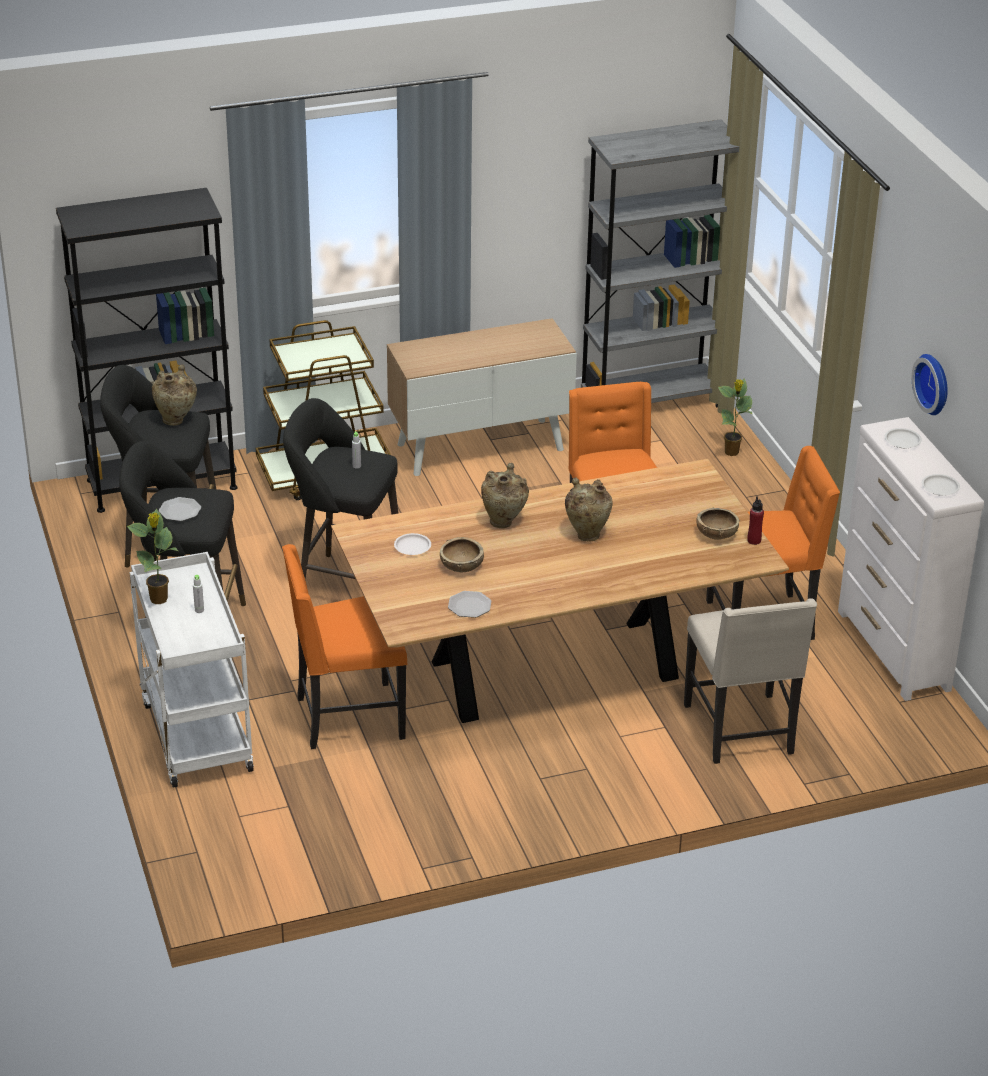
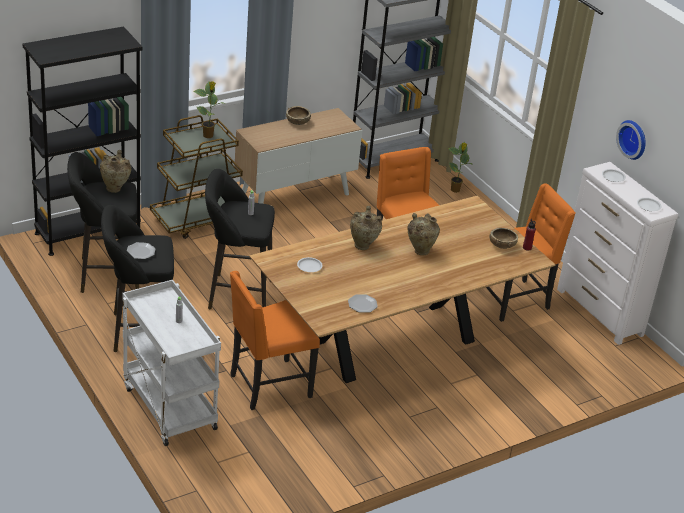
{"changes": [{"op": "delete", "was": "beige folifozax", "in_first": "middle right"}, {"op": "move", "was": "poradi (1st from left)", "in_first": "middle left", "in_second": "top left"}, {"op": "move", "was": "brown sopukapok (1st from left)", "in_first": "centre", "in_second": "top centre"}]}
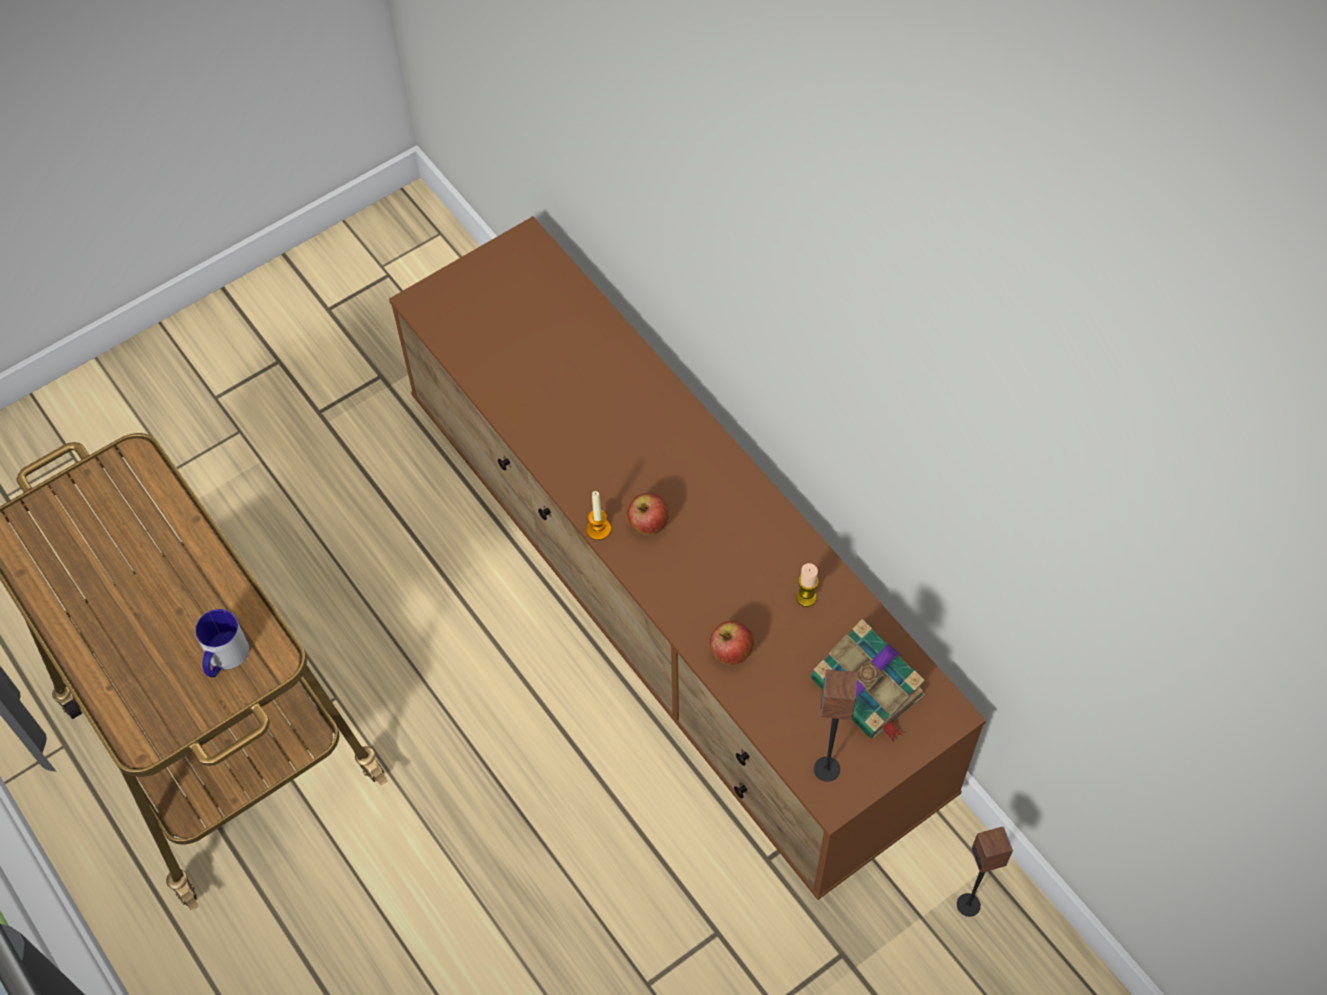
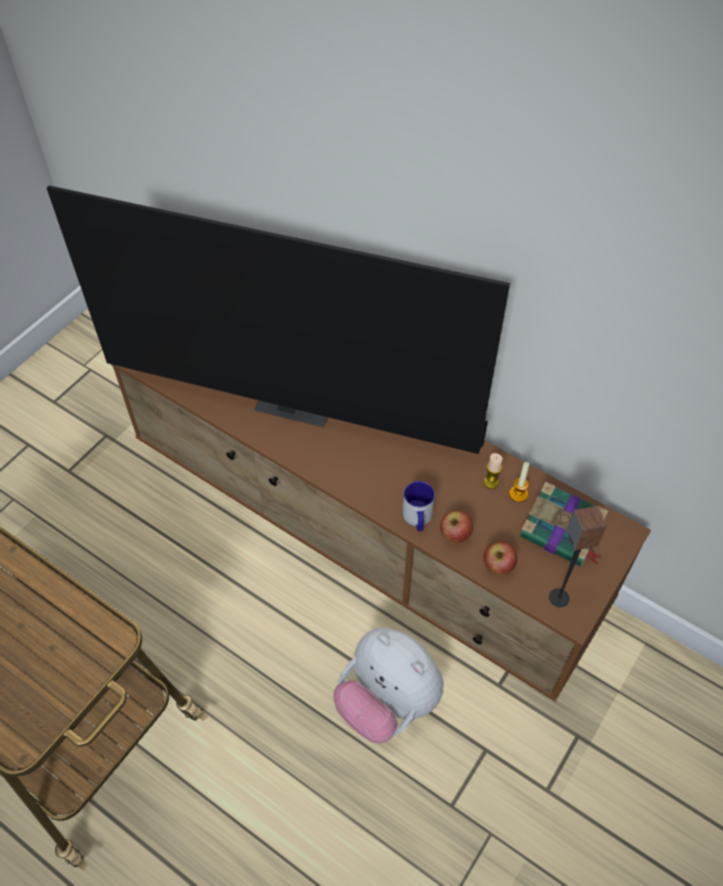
{"changes": [{"op": "delete", "was": "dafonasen (2nd from left)", "in_first": "bottom right"}, {"op": "insert", "now": "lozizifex", "in_second": "centre"}, {"op": "insert", "now": "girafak", "in_second": "bottom centre"}, {"op": "move", "was": "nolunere", "in_first": "middle left", "in_second": "centre"}, {"op": "move", "was": "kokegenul (1st from left in the first image)", "now": "kokegenul (2nd from left)", "in_first": "centre", "in_second": "middle right"}, {"op": "move", "was": "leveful (1st from left in the first image)", "now": "leveful (2nd from left)", "in_first": "centre", "in_second": "middle right"}]}
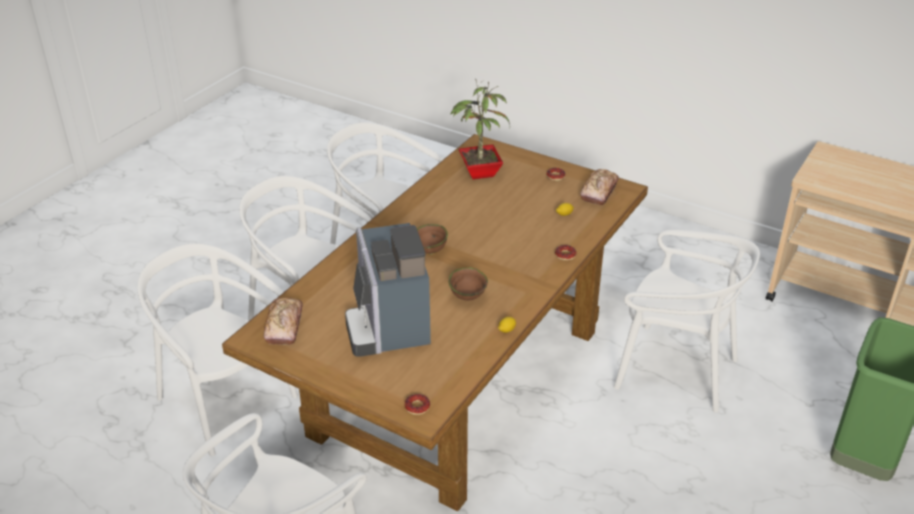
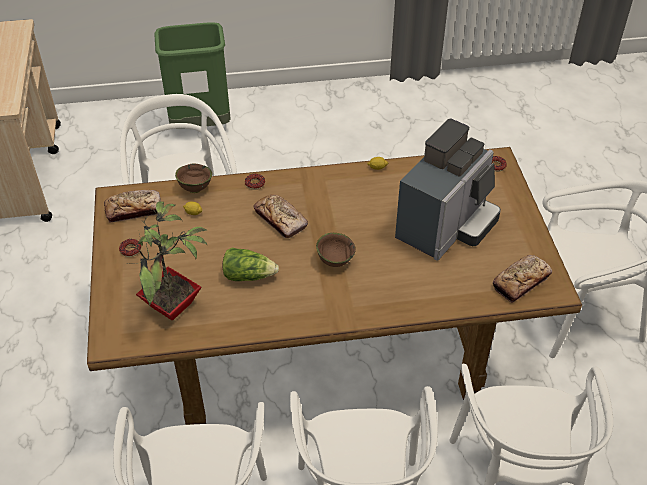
{"changes": [{"op": "insert", "now": "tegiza", "in_second": "centre"}, {"op": "insert", "now": "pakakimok (2nd from left)", "in_second": "centre"}, {"op": "move", "was": "brown sopukapok (2nd from left in the first image)", "now": "brown sopukapok (1st from left)", "in_first": "centre", "in_second": "middle left"}]}
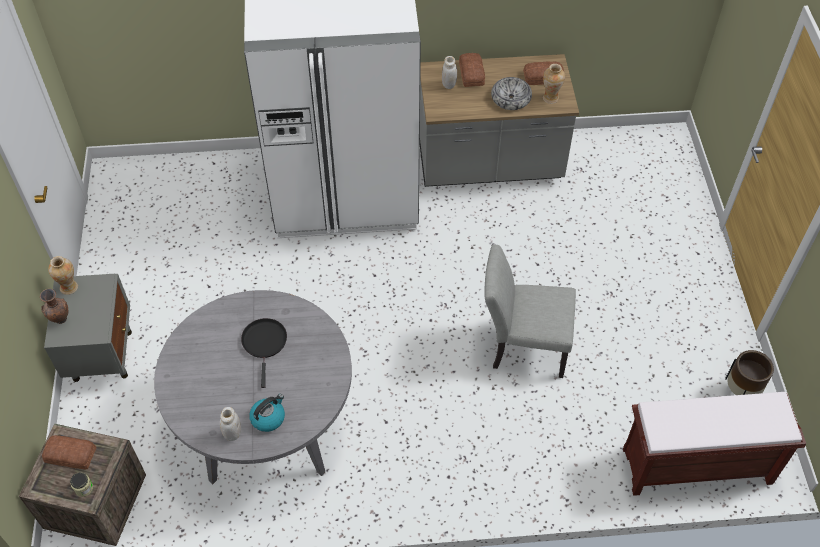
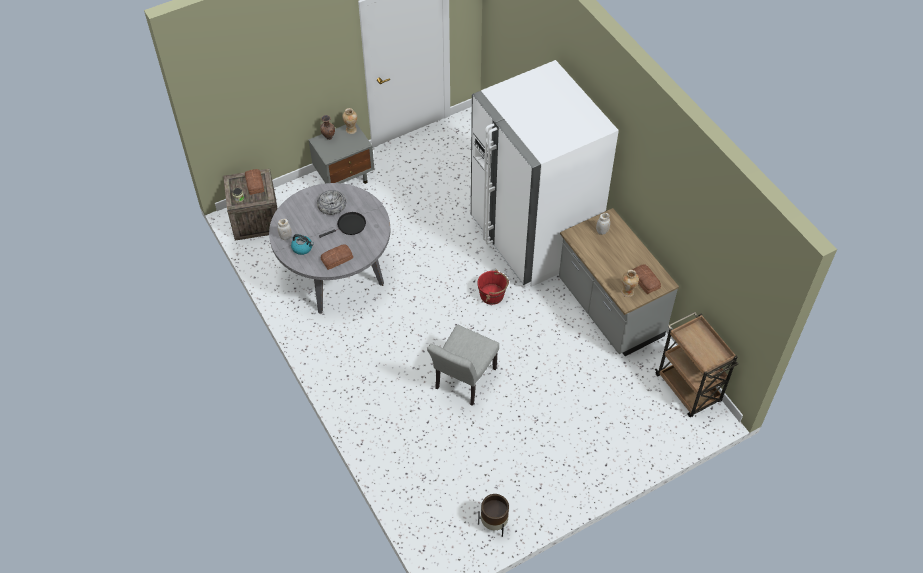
{"changes": [{"op": "delete", "was": "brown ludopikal", "in_first": "bottom right"}, {"op": "insert", "now": "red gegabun", "in_second": "centre"}, {"op": "insert", "now": "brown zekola", "in_second": "middle right"}, {"op": "move", "was": "pakakimok (2nd from left)", "in_first": "top centre", "in_second": "centre"}, {"op": "move", "was": "sopukapok", "in_first": "top centre", "in_second": "centre"}, {"op": "rotate", "was": "grey folifozax", "in_first": "centre", "in_second": "centre", "clockwise": -135}]}
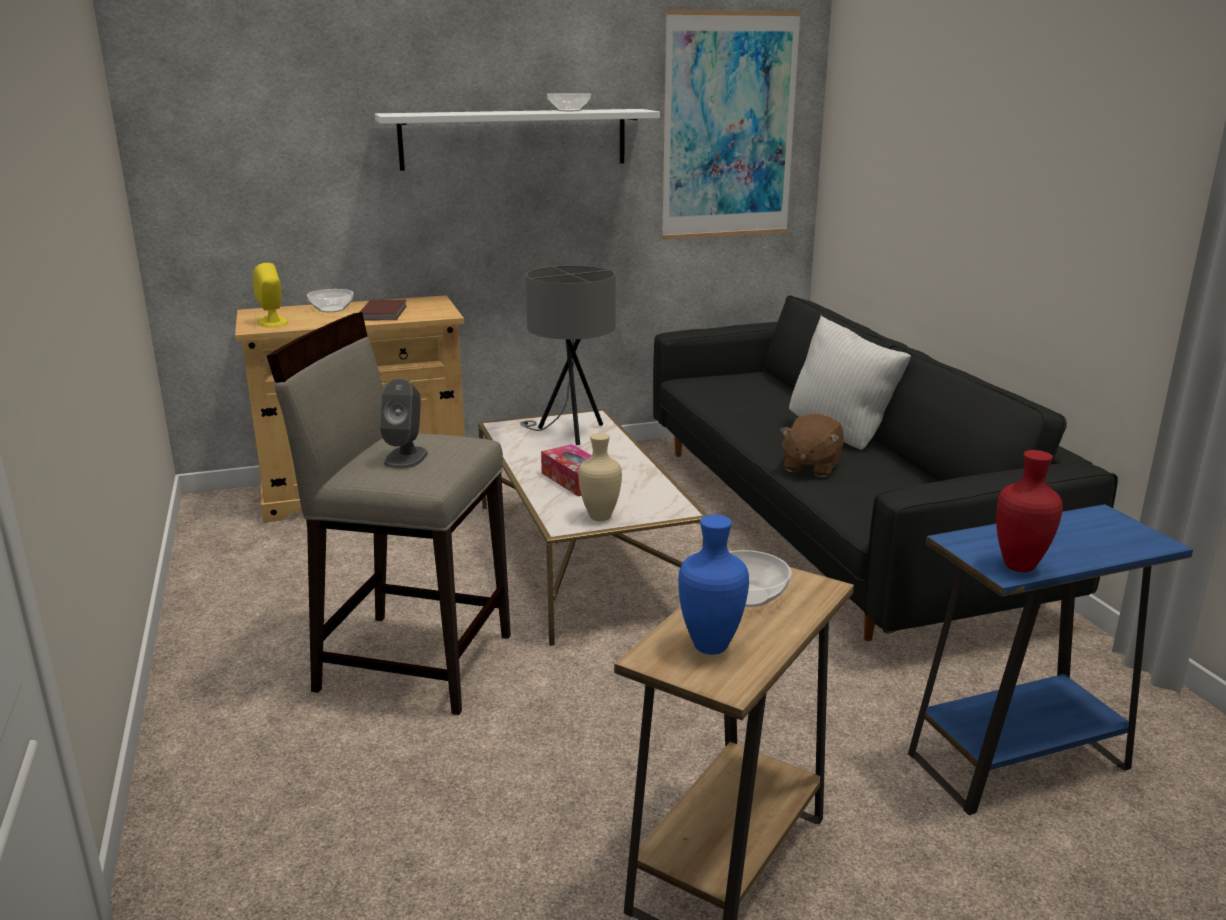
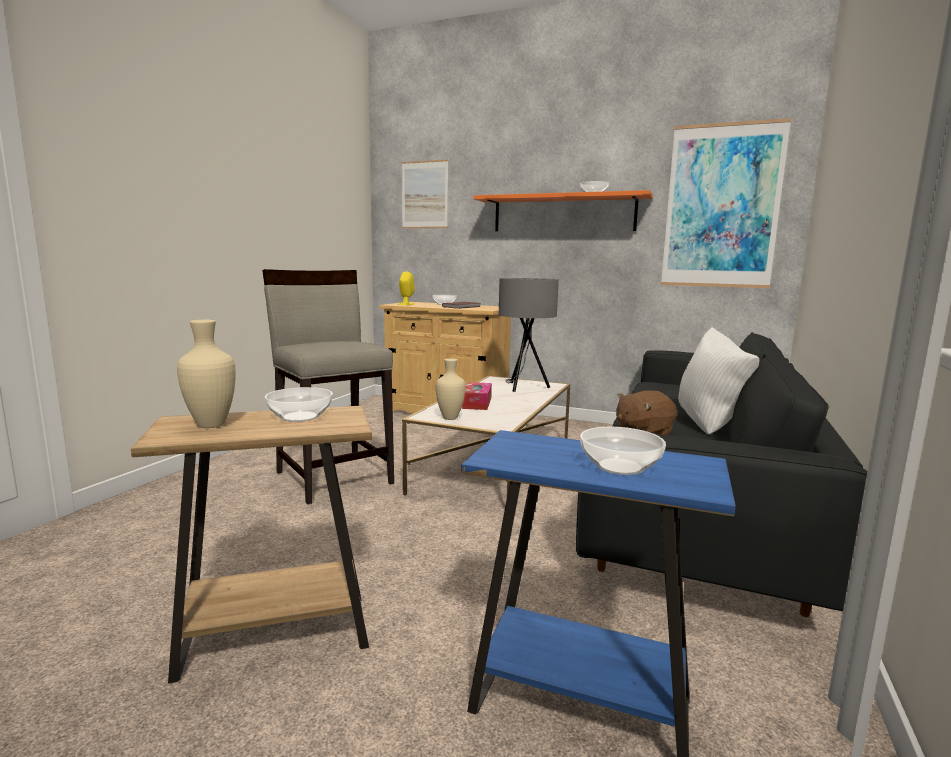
{"changes": [{"op": "delete", "was": "grey dafonasen", "in_first": "middle left"}, {"op": "delete", "was": "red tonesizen", "in_first": "middle right"}, {"op": "insert", "now": "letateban (1st from left)", "in_second": "top centre"}, {"op": "insert", "now": "sopukapok (4th from left)", "in_second": "centre"}, {"op": "recolor", "was": "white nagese", "now": "orange nagese", "in_first": "top centre", "in_second": "top centre"}, {"op": "recolor", "was": "blue tonesizen", "now": "beige tonesizen (1st from left)", "in_first": "centre", "in_second": "middle left"}]}
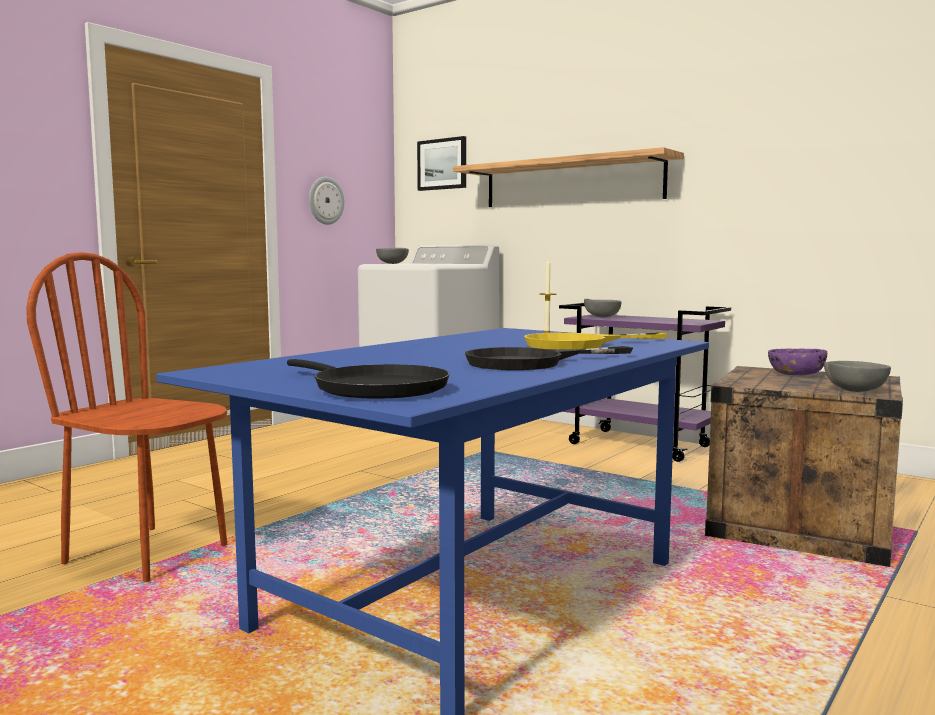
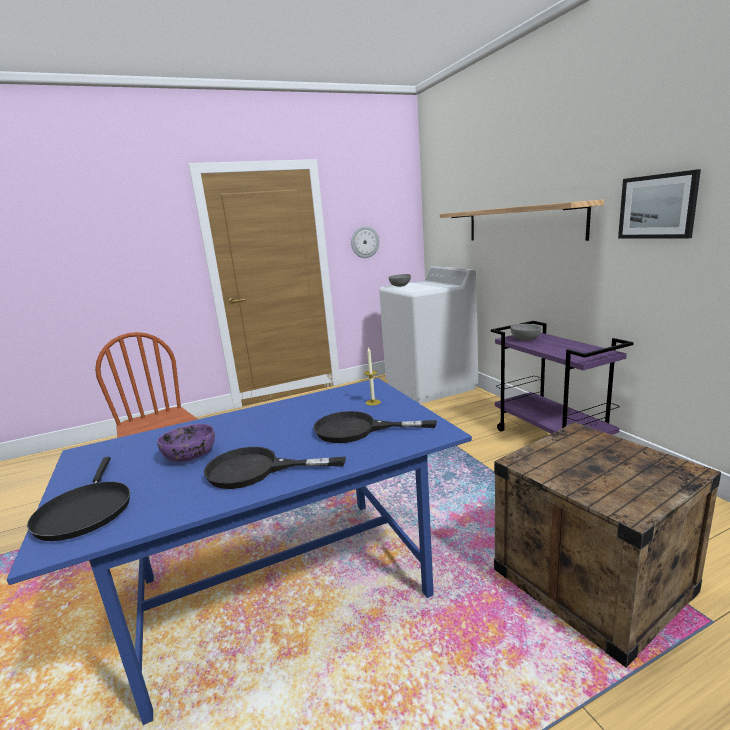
{"changes": [{"op": "delete", "was": "grey sopukapok (3rd from left)", "in_first": "middle right"}, {"op": "move", "was": "letateban", "in_first": "top centre", "in_second": "top right"}, {"op": "move", "was": "purple sopukapok", "in_first": "middle right", "in_second": "middle left"}, {"op": "recolor", "was": "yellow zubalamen", "now": "black zubalamen (3rd from left)", "in_first": "centre", "in_second": "centre"}]}
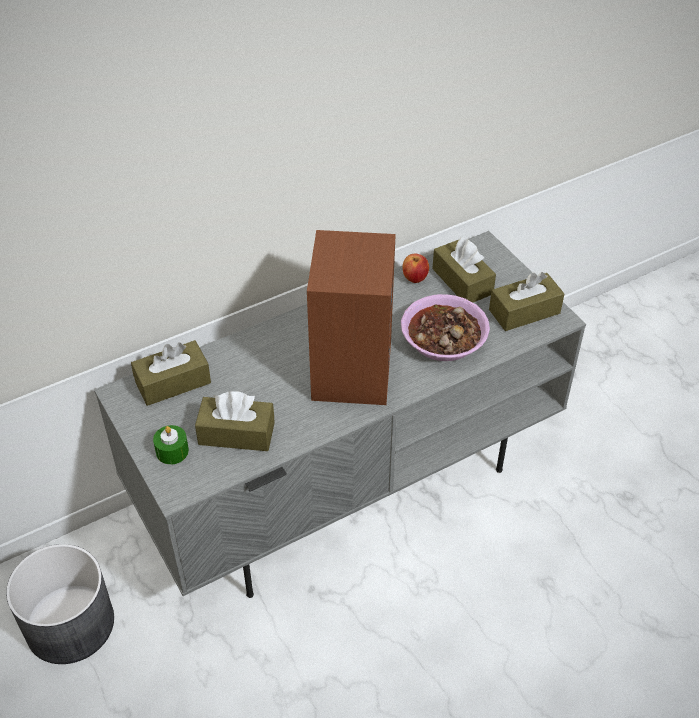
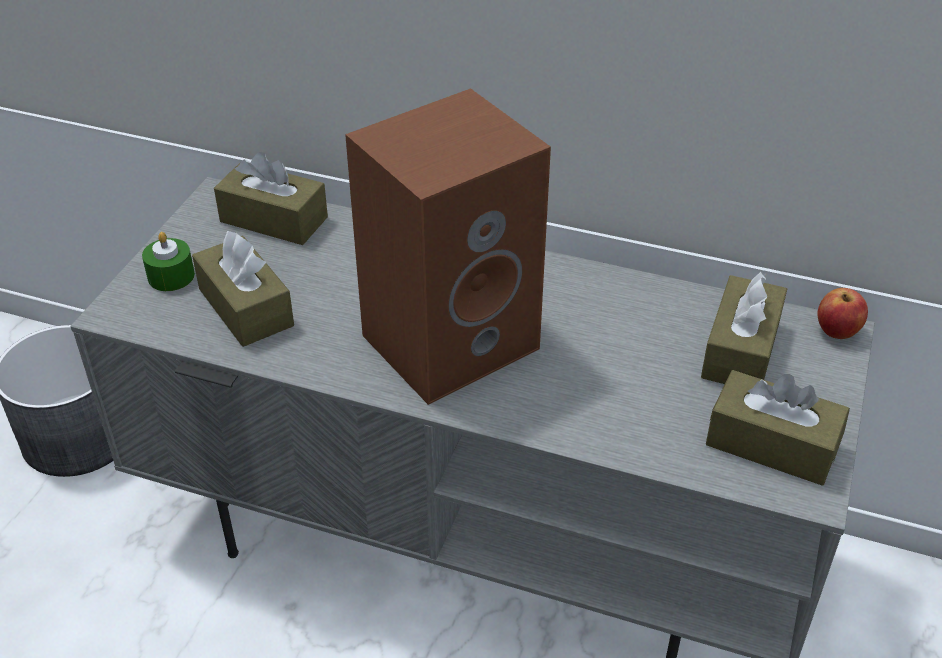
{"changes": [{"op": "delete", "was": "sopukapok", "in_first": "centre"}, {"op": "move", "was": "leveful", "in_first": "centre", "in_second": "middle right"}]}
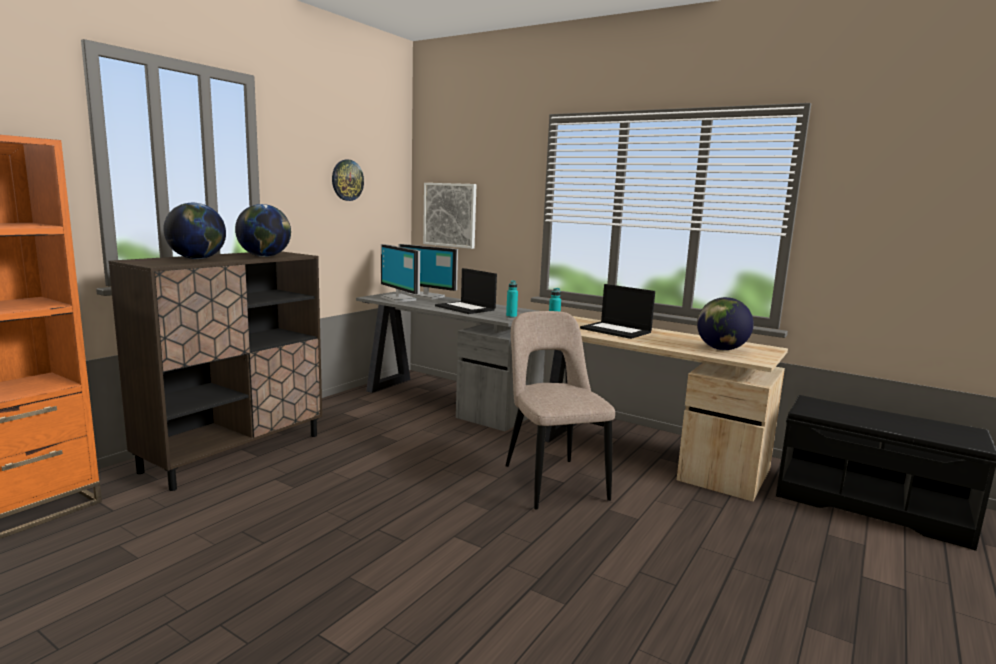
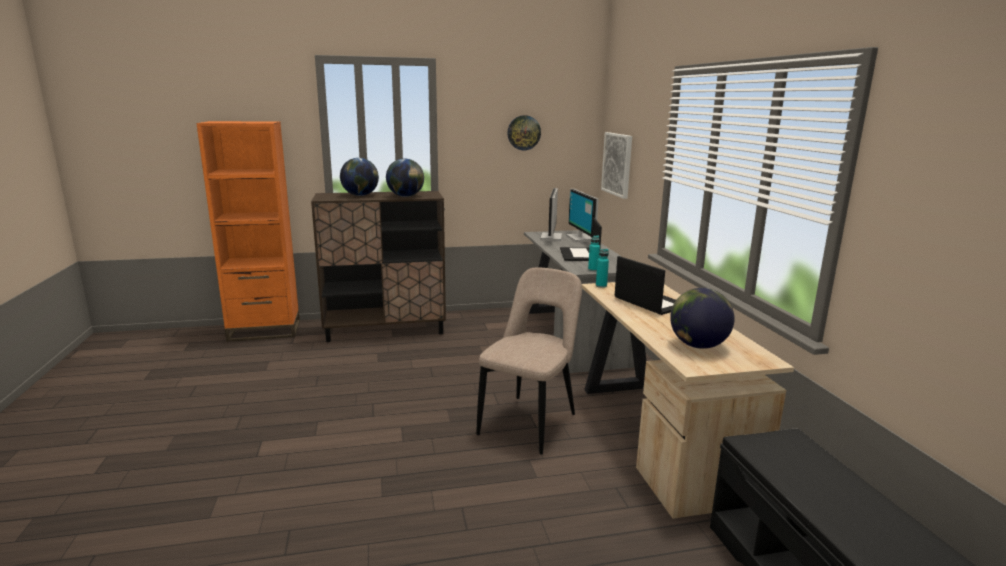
{"changes": [{"op": "rotate", "was": "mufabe (2nd from left)", "in_first": "centre", "in_second": "centre", "clockwise": 150}]}
